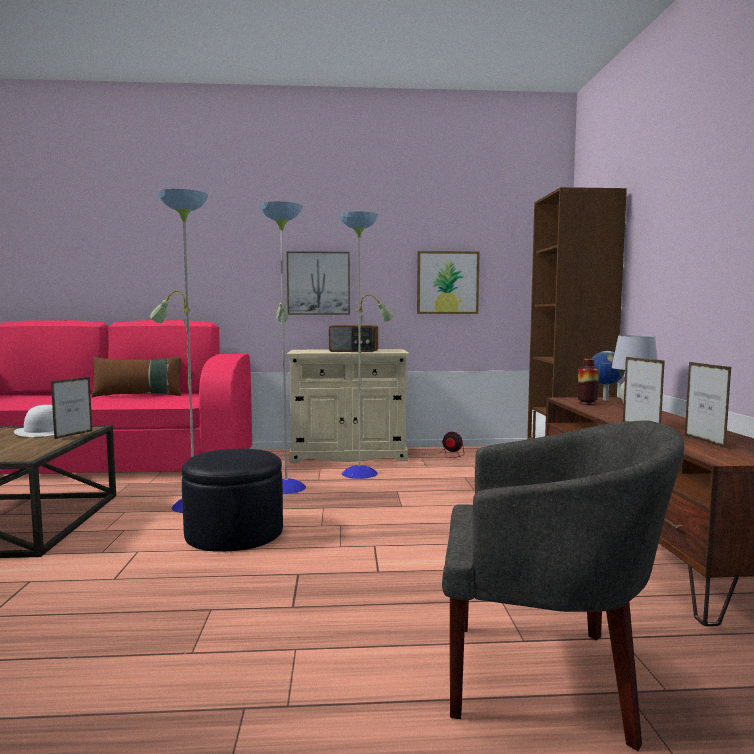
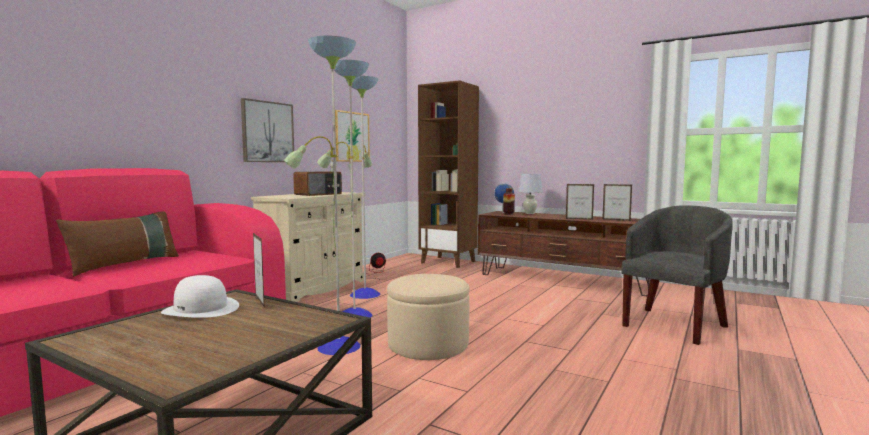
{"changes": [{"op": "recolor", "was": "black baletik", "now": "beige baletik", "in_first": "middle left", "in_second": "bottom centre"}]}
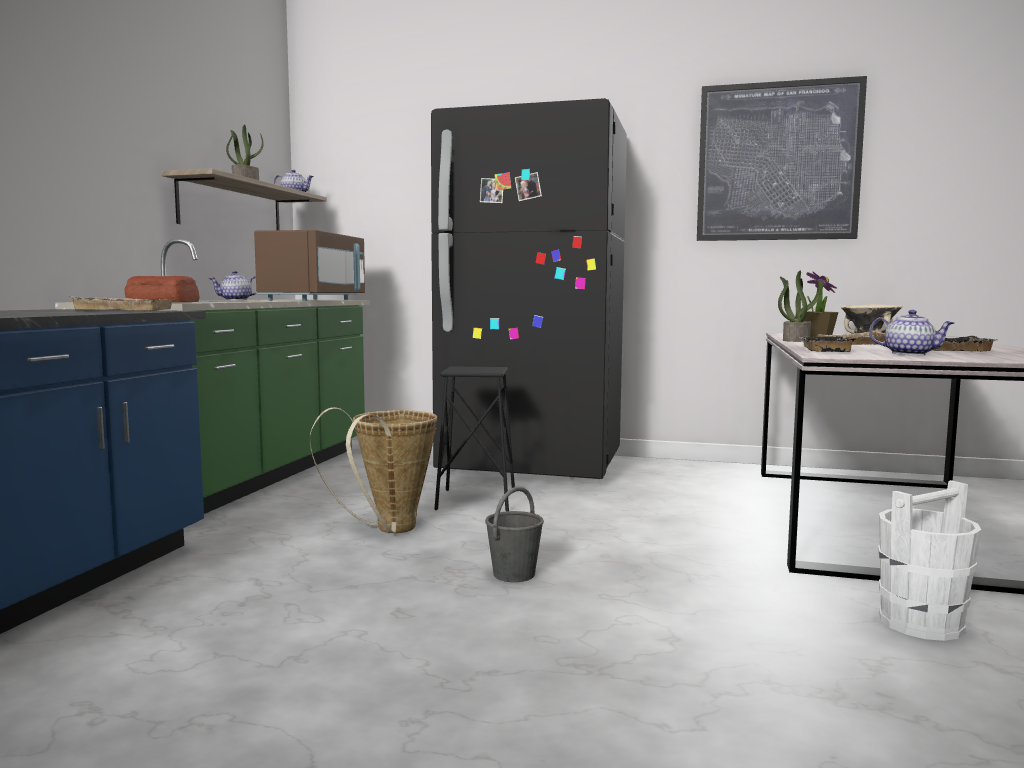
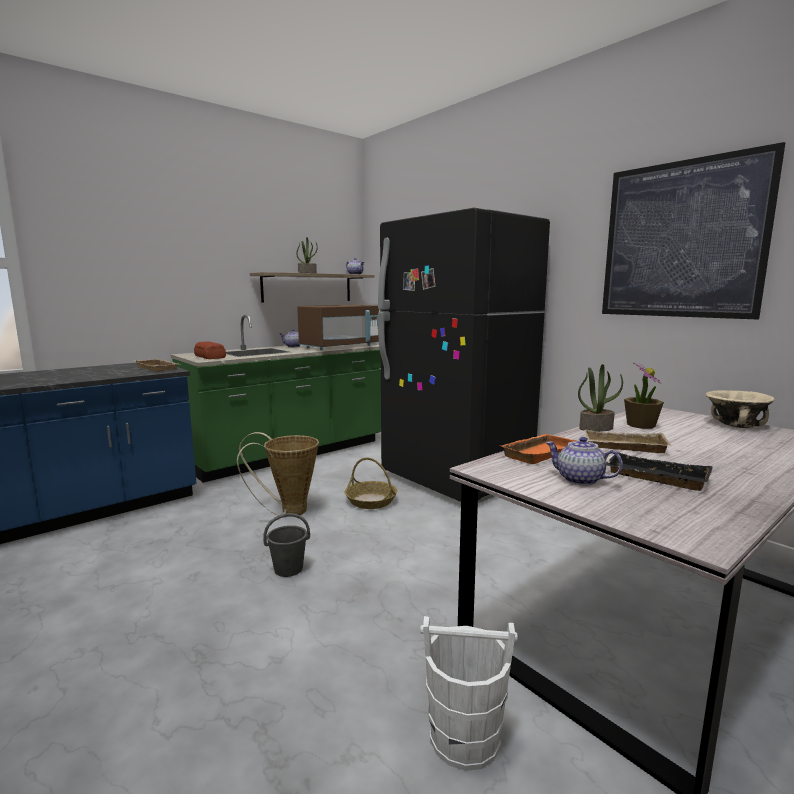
{"changes": [{"op": "replace", "was": "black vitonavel", "now": "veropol (2nd from left)", "in_first": "centre", "in_second": "centre"}, {"op": "recolor", "was": "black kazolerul (1st from left)", "now": "orange kazolerul", "in_first": "middle right", "in_second": "middle right"}, {"op": "rotate", "was": "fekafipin (3rd from left)", "in_first": "middle right", "in_second": "middle right", "clockwise": 150}]}
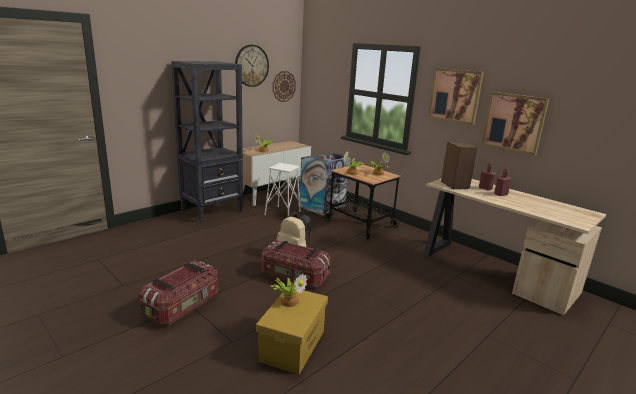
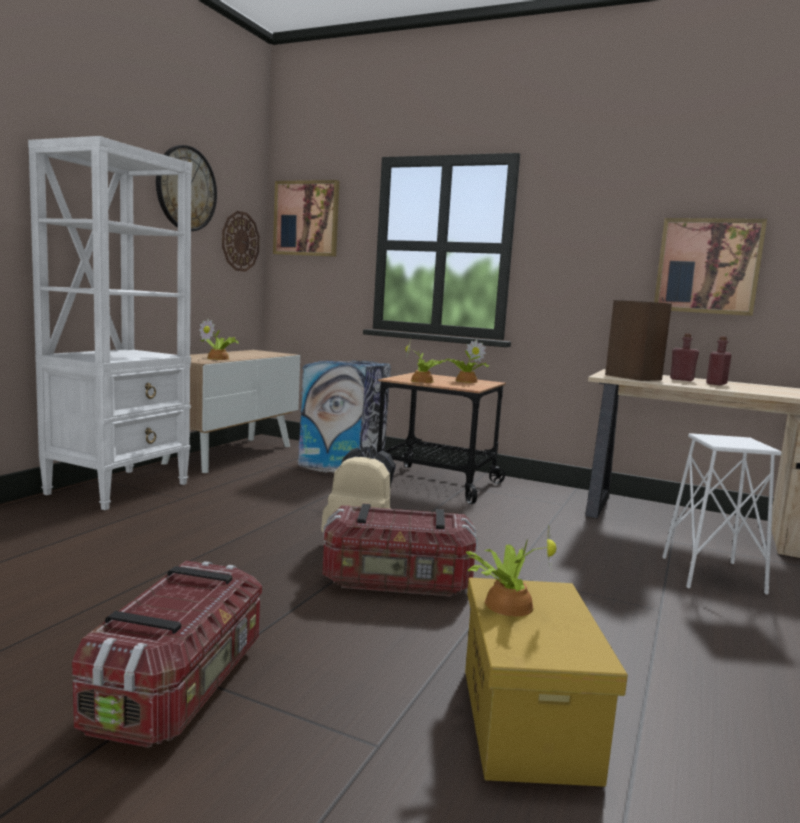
{"changes": [{"op": "move", "was": "white vitonavel", "in_first": "centre", "in_second": "middle right"}, {"op": "move", "was": "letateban (1st from left)", "in_first": "top right", "in_second": "top centre"}, {"op": "recolor", "was": "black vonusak", "now": "white vonusak", "in_first": "middle left", "in_second": "middle left"}]}
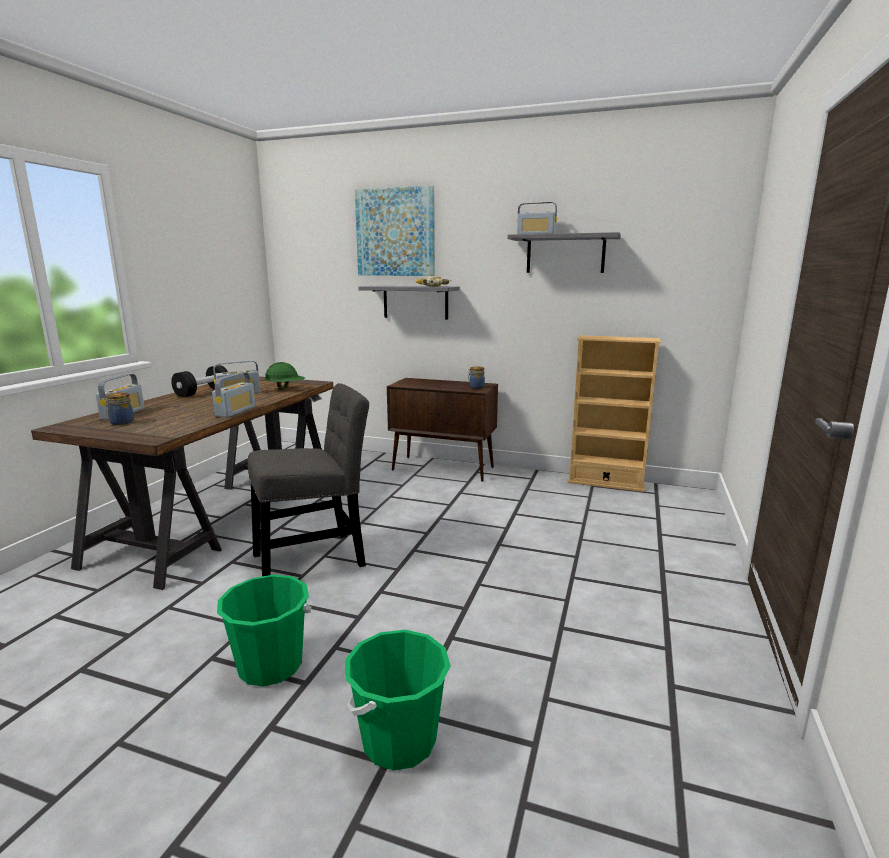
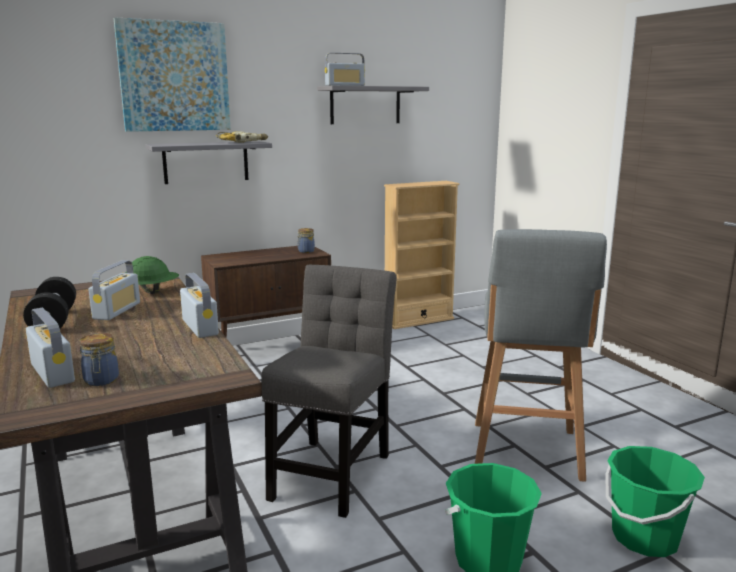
{"changes": [{"op": "insert", "now": "grey vitonavel", "in_second": "middle right"}]}
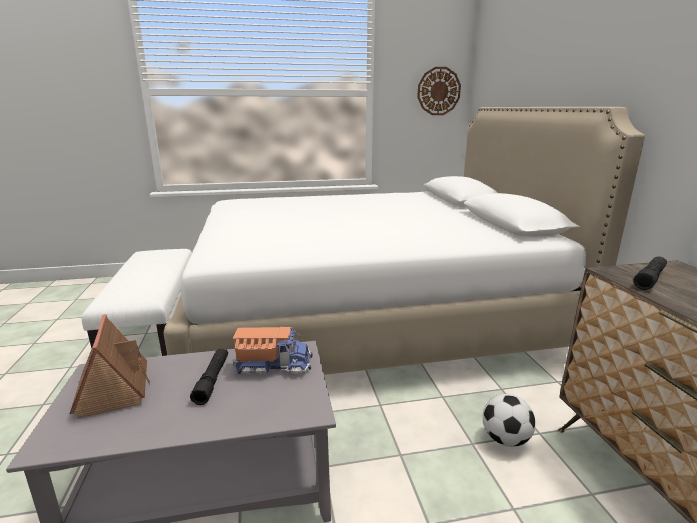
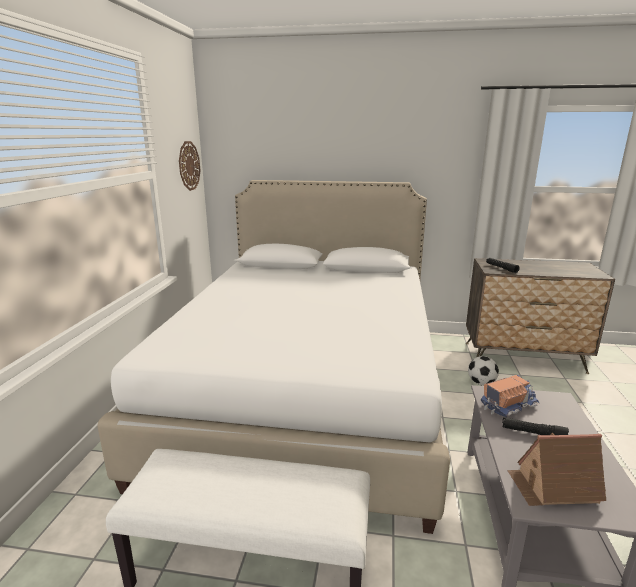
{"changes": [{"op": "rotate", "was": "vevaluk", "in_first": "bottom centre", "in_second": "bottom right", "clockwise": 45}]}
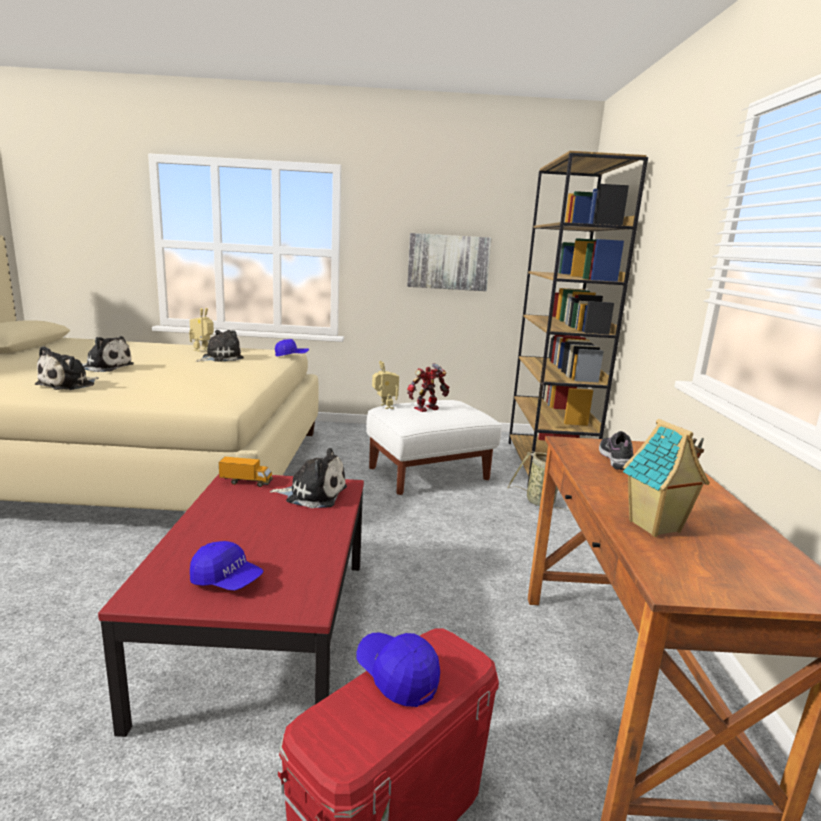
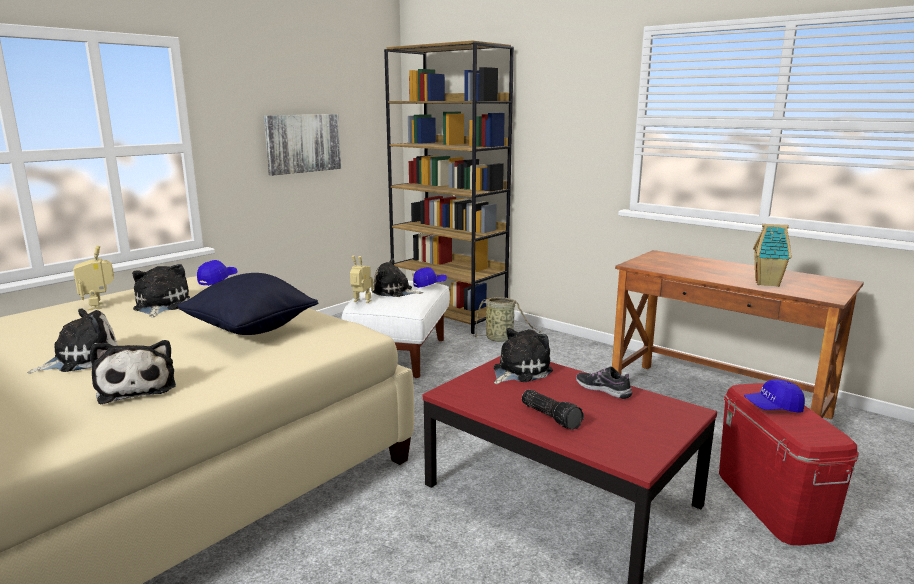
{"changes": [{"op": "delete", "was": "vevaluk", "in_first": "middle left"}, {"op": "insert", "now": "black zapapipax", "in_second": "middle left"}, {"op": "insert", "now": "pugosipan", "in_second": "bottom centre"}, {"op": "move", "was": "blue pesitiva (1st from left in the first image)", "now": "blue pesitiva (2nd from left)", "in_first": "bottom left", "in_second": "centre"}, {"op": "move", "was": "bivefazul", "in_first": "middle right", "in_second": "centre"}, {"op": "replace", "was": "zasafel (3rd from left)", "now": "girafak (4th from left)", "in_first": "centre", "in_second": "centre"}]}
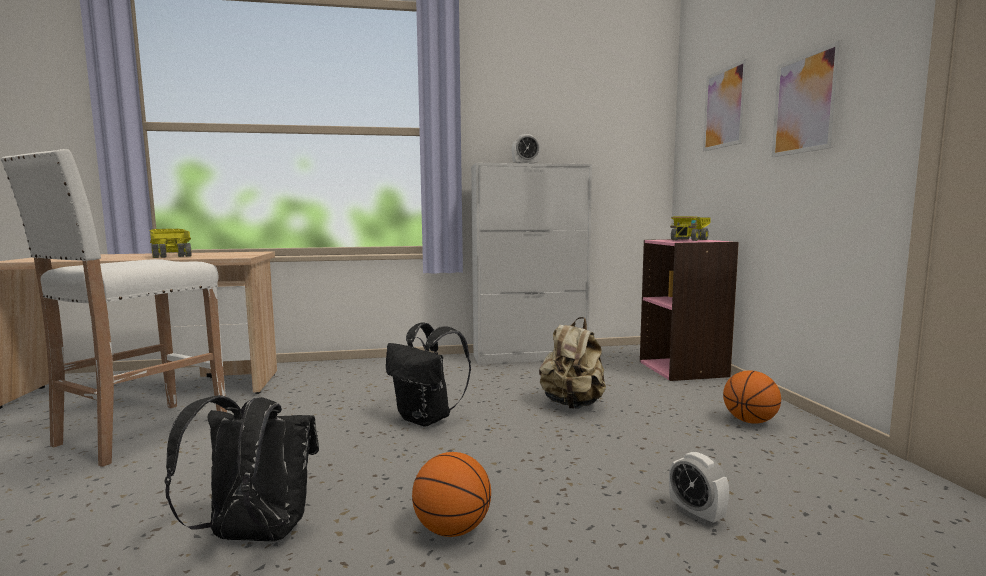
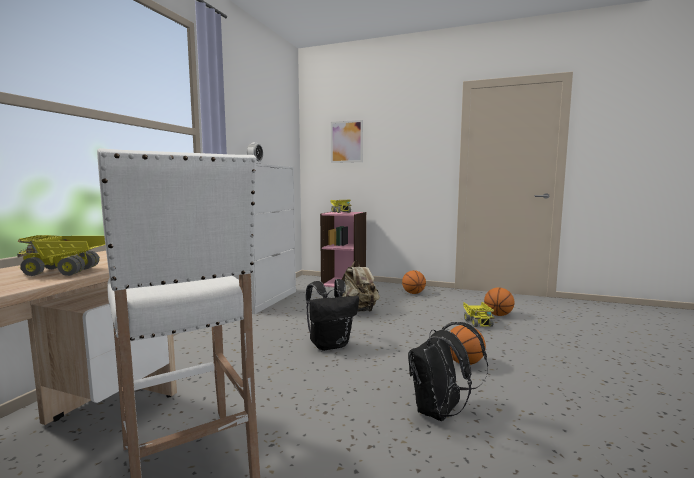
{"changes": [{"op": "delete", "was": "letateban (2nd from left)", "in_first": "top right"}, {"op": "insert", "now": "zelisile (3rd from left)", "in_second": "middle right"}, {"op": "replace", "was": "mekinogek (2nd from left)", "now": "vevaluk (3rd from left)", "in_first": "bottom right", "in_second": "middle right"}]}
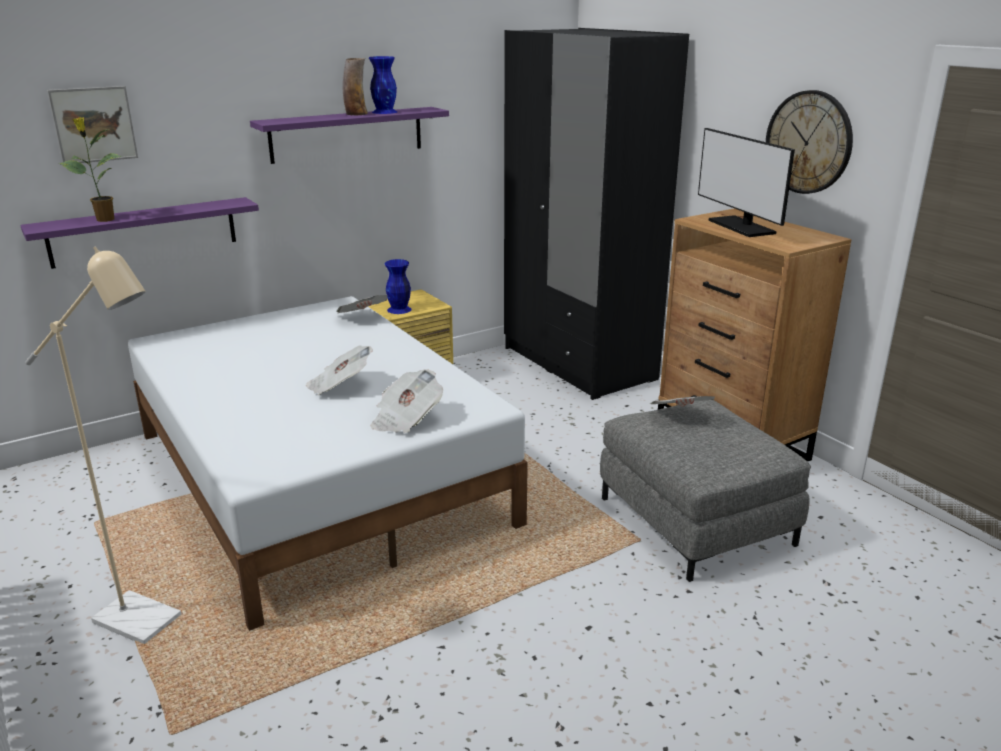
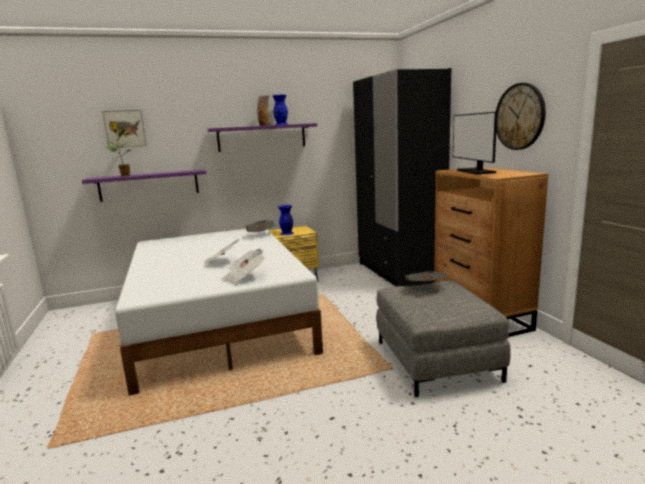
{"changes": [{"op": "delete", "was": "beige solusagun", "in_first": "middle left"}]}
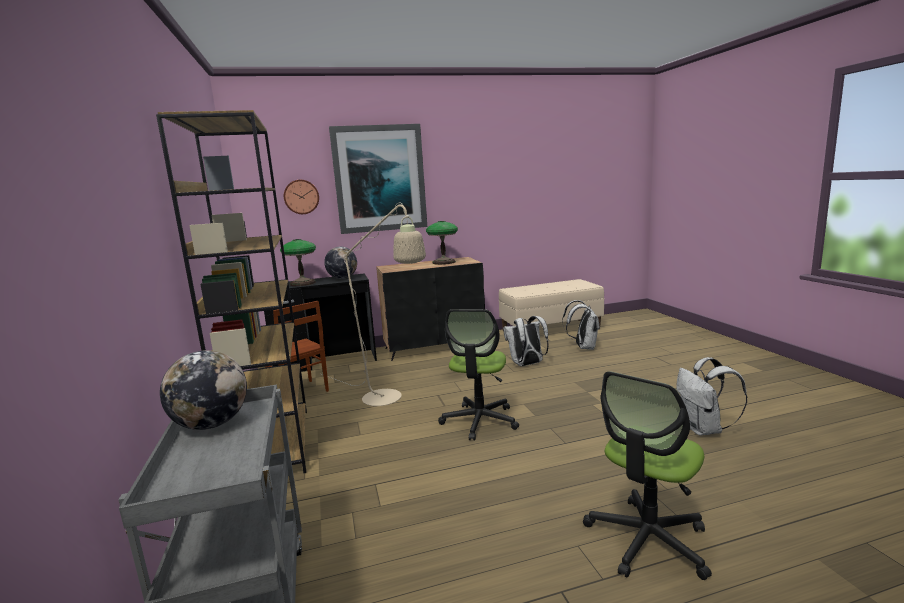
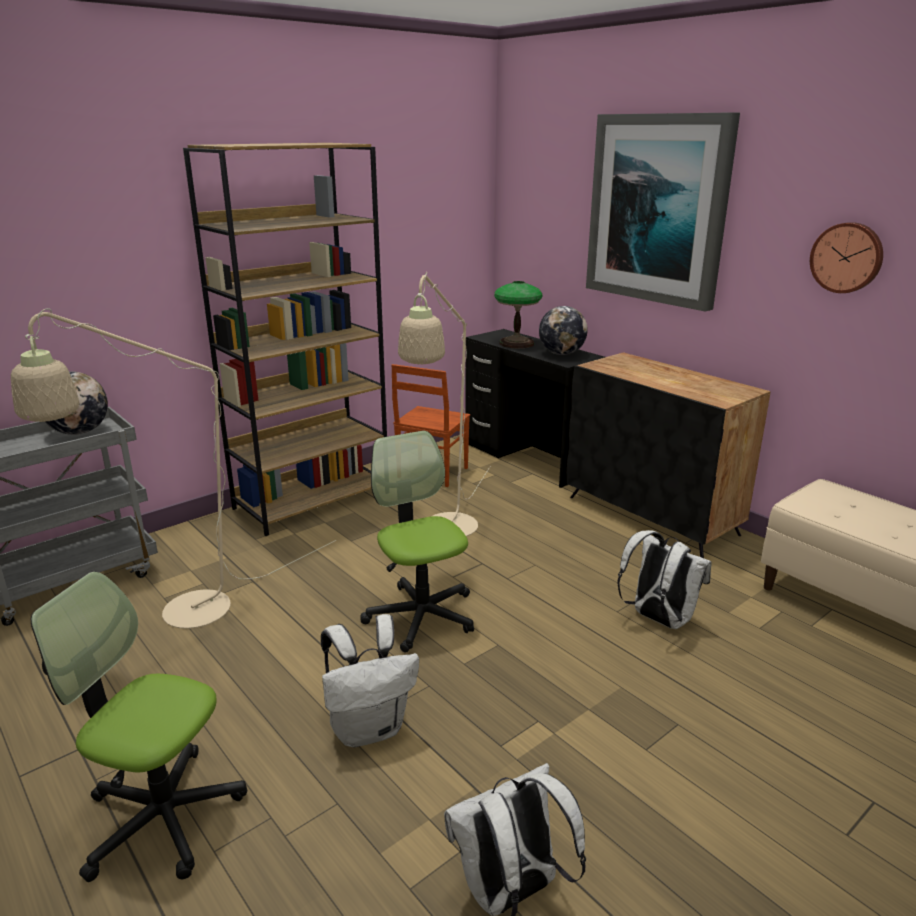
{"changes": [{"op": "delete", "was": "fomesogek (2nd from left)", "in_first": "centre"}, {"op": "insert", "now": "beige solusagun (1st from left)", "in_second": "middle left"}, {"op": "move", "was": "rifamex", "in_first": "top left", "in_second": "top right"}, {"op": "move", "was": "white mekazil (2nd from left in the first image)", "now": "white mekazil (1st from left)", "in_first": "centre", "in_second": "bottom centre"}, {"op": "rotate", "was": "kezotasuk (1st from left in the first image)", "in_first": "centre", "in_second": "centre", "clockwise": 75}]}
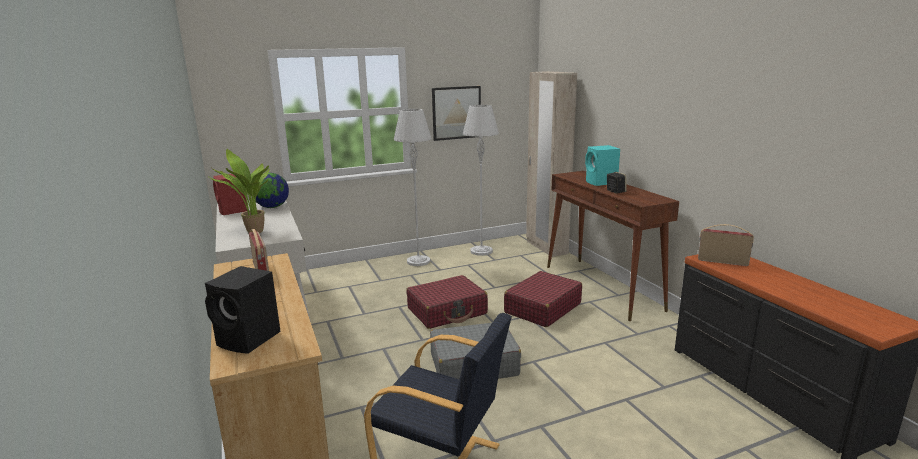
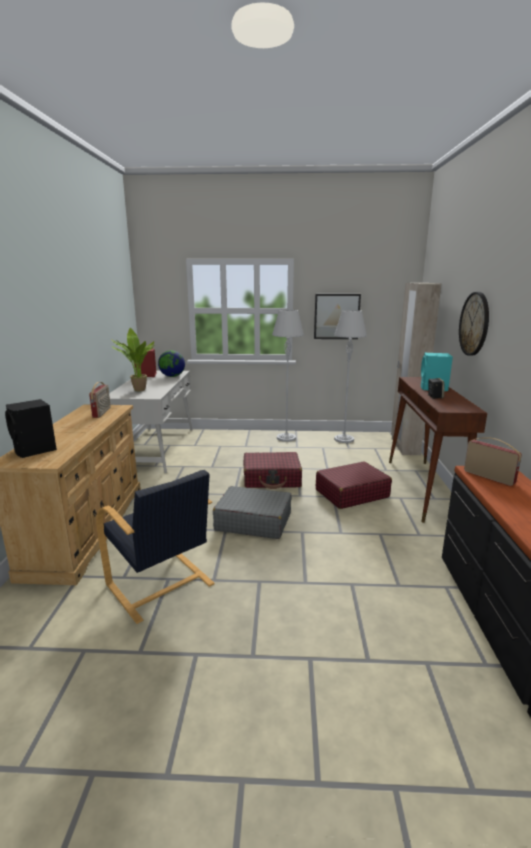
{"changes": [{"op": "insert", "now": "rifamex", "in_second": "middle right"}]}
